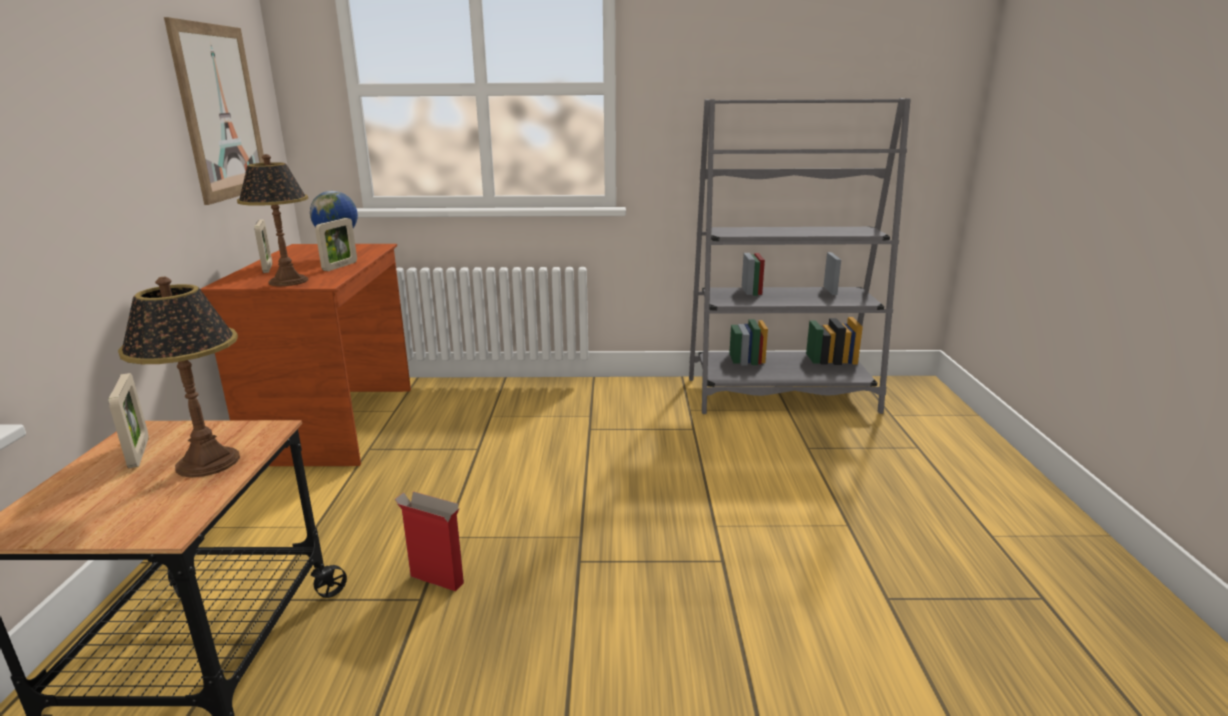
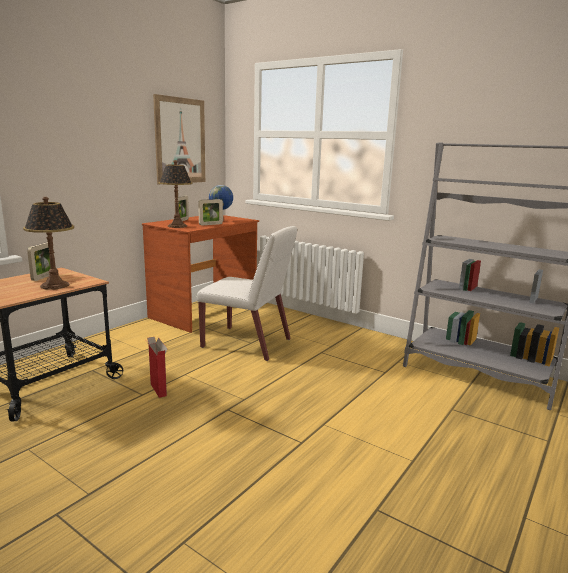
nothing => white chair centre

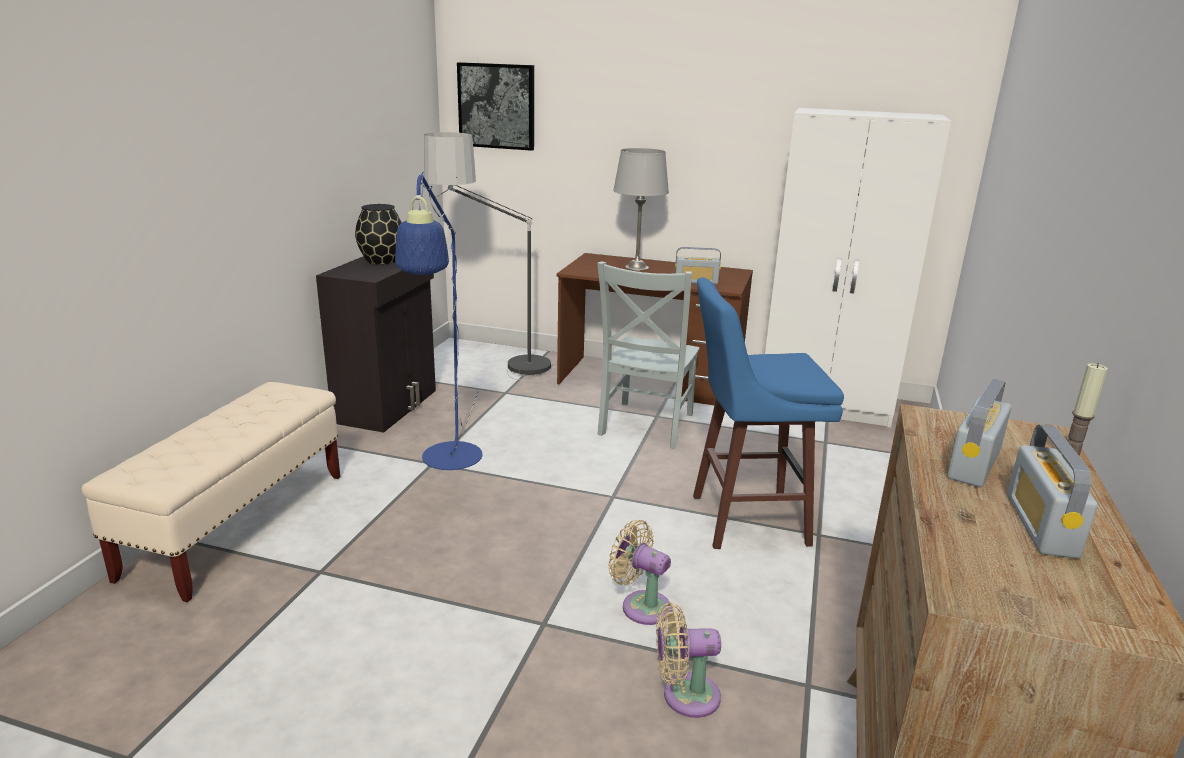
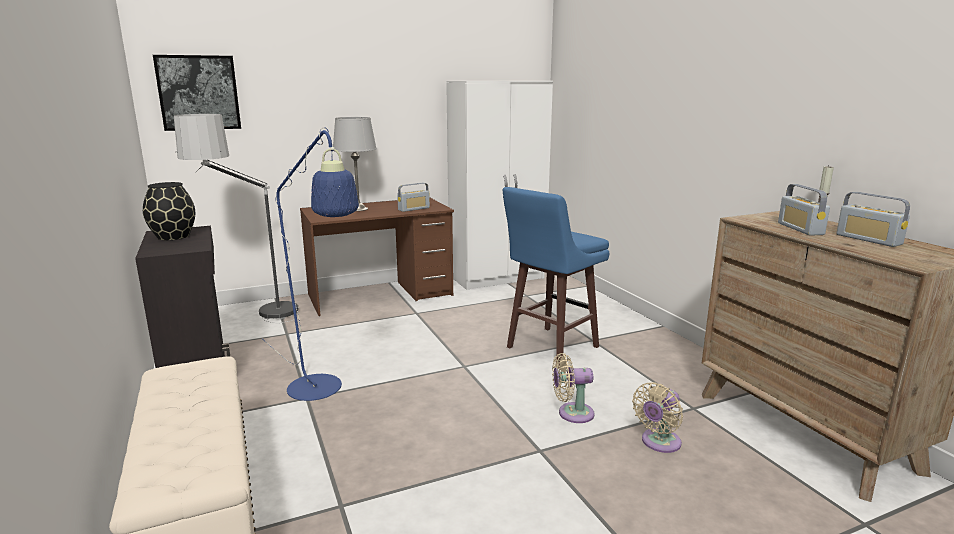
grey chair centre => nothing

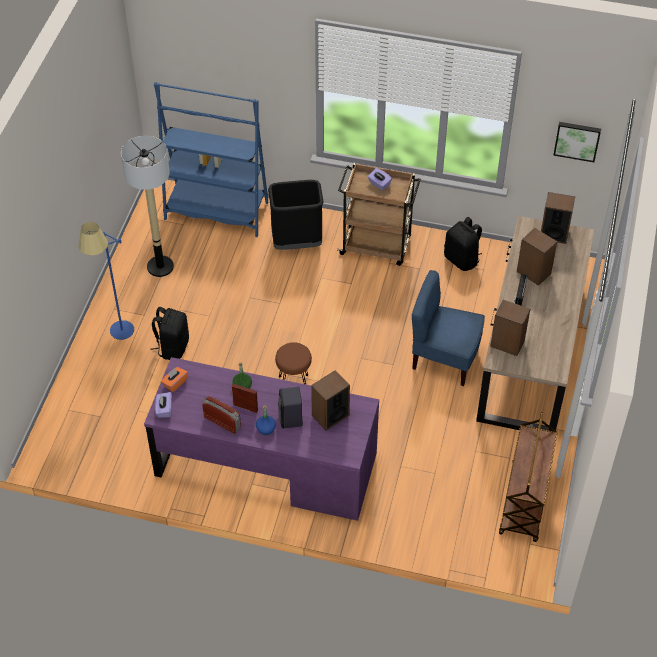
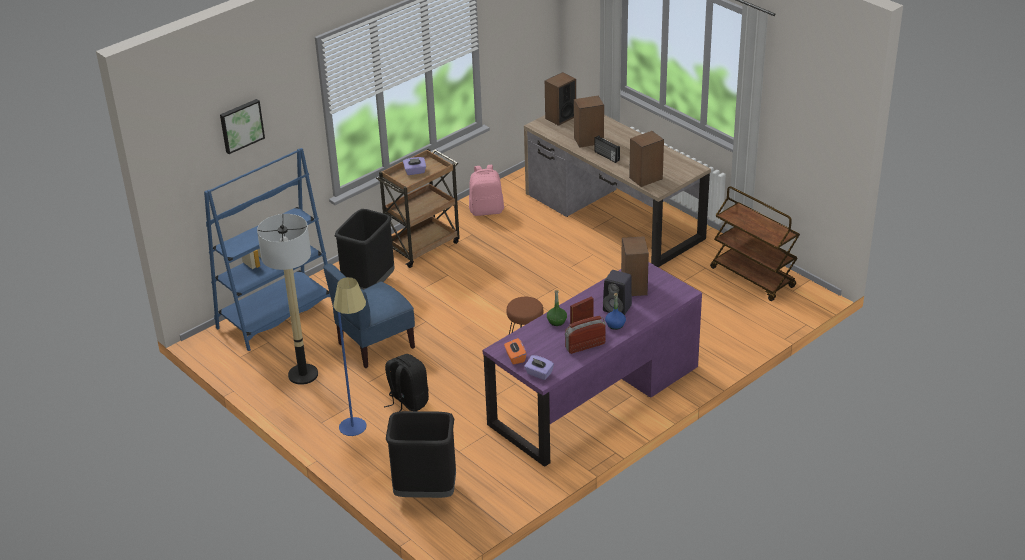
picture top right => picture top left, shifted
blue chair middle right => blue chair centre, shifted
nothing => black trash can (no. 2 from left) bottom centre
black backpack (no. 2 from left) middle right => pink backpack centre

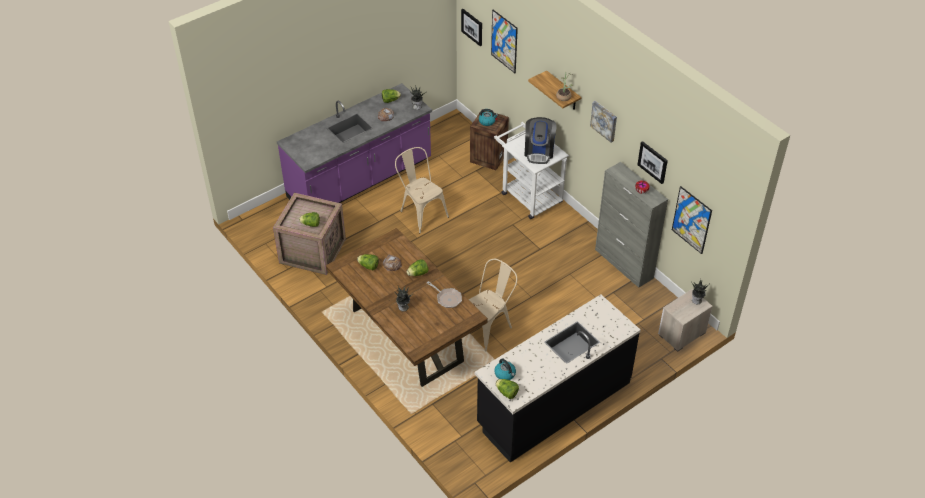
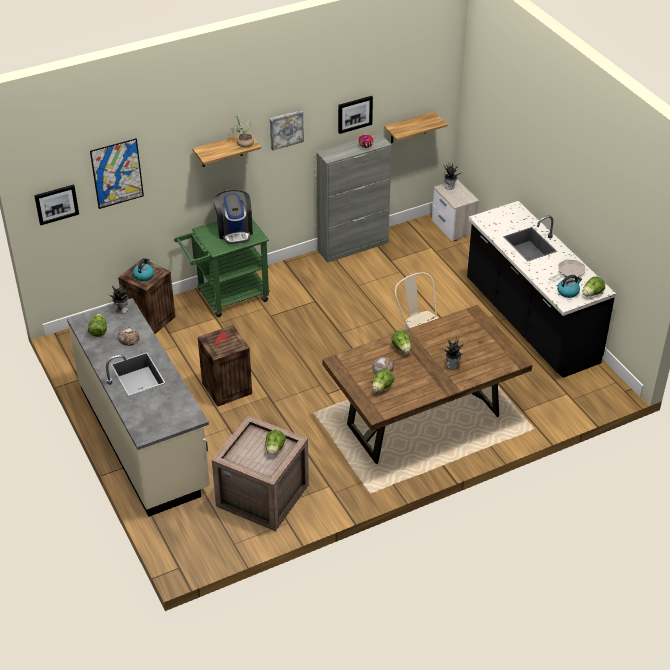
purple counter top centre => beige counter middle left
white cart centre => green cart middle left
beige chair (no. 1 from left) centre => crate (no. 2 from left) centre
coffee machine top centre, 60 degrees clockwise
picture (no. 5 from left) middle right => shelf (no. 2 from left) top centre
frying pan centre => frying pan middle right, shifted

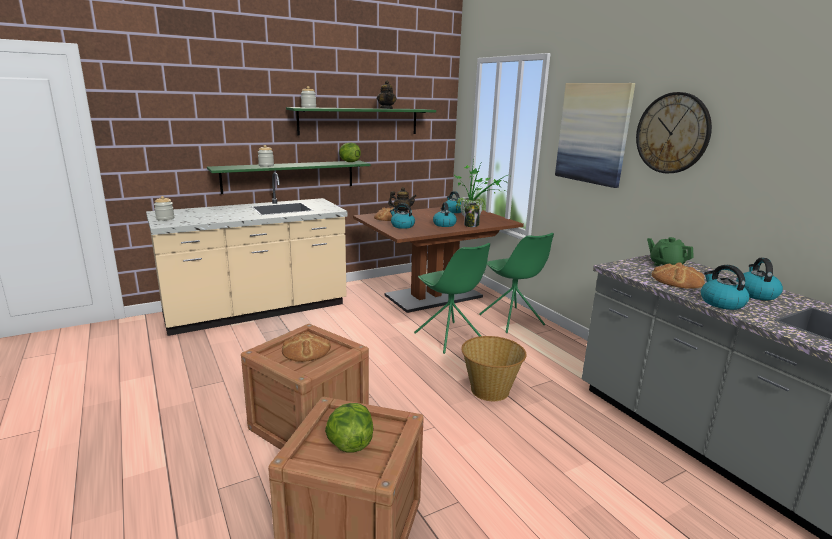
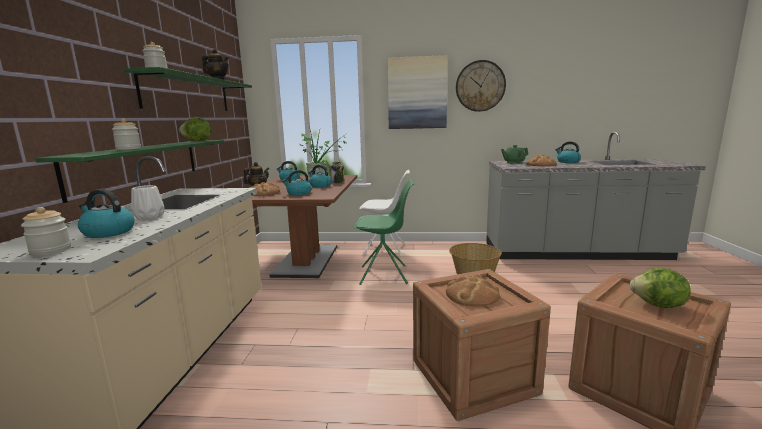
kettle (no. 4 from left in the first image) middle right => kettle (no. 1 from left) middle left, shifted
nothing => white vase middle left
green chair (no. 2 from left) centre => white chair centre

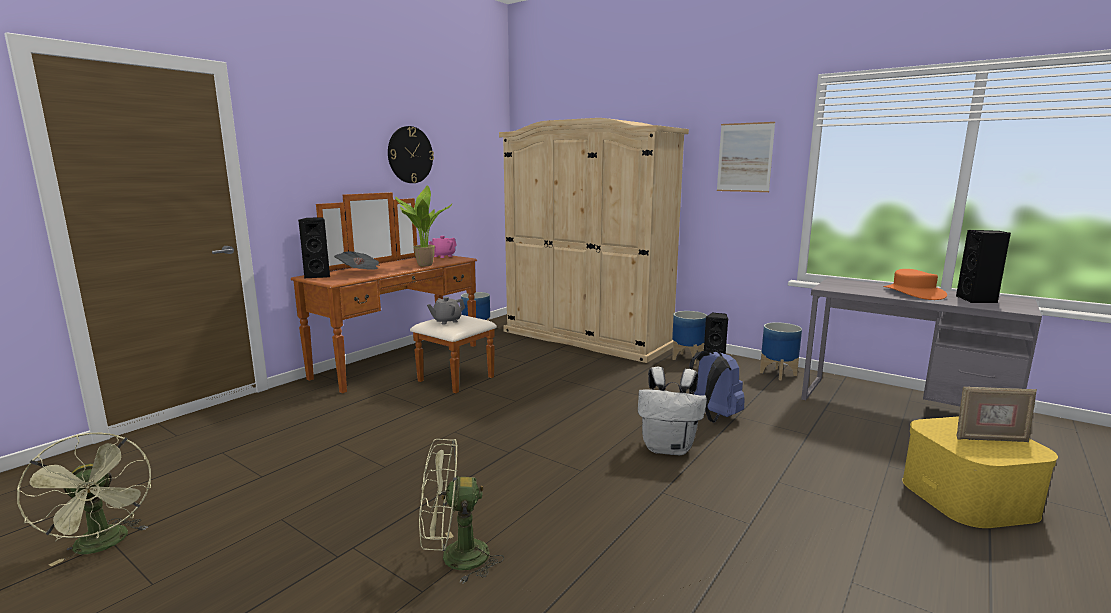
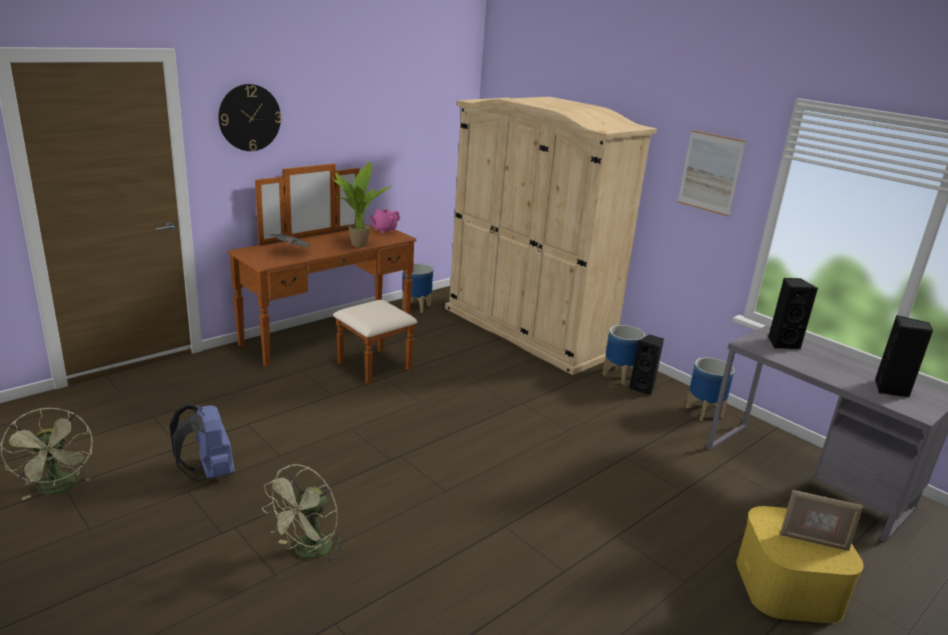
blue backpack centre => blue backpack bottom left, shifted
wall clock top centre => wall clock top left, shifted
green fan (no. 2 from left) bottom centre => green fan (no. 2 from left) bottom left, 60 degrees counterclockwise
black speaker (no. 1 from left in the first image) middle left => black speaker (no. 2 from left) middle right, shifted
grey teapot centre => nothing
white backpack bottom centre => nothing
orange hat middle right => nothing

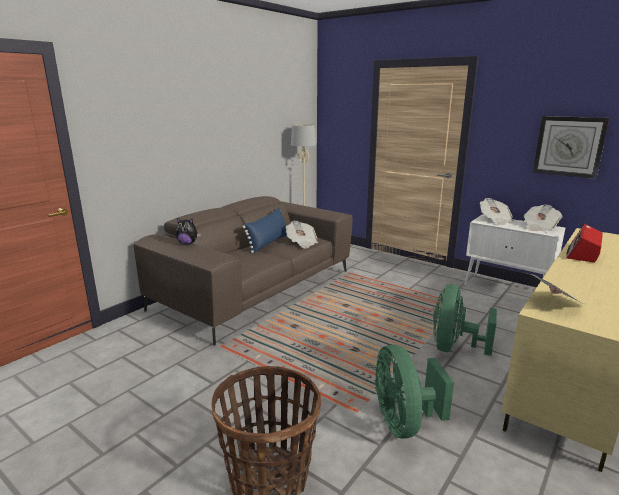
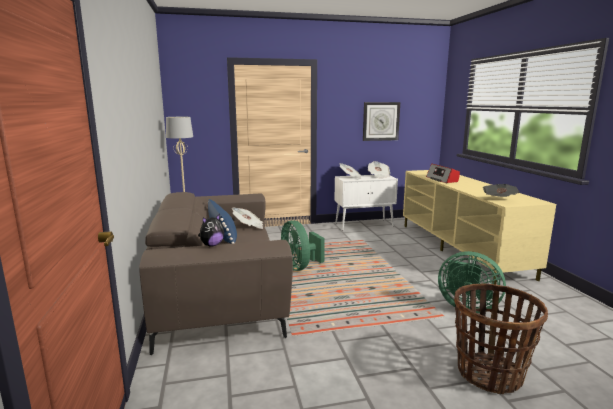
green fan (no. 2 from left in the first image) middle right => green fan (no. 1 from left) centre, shifted

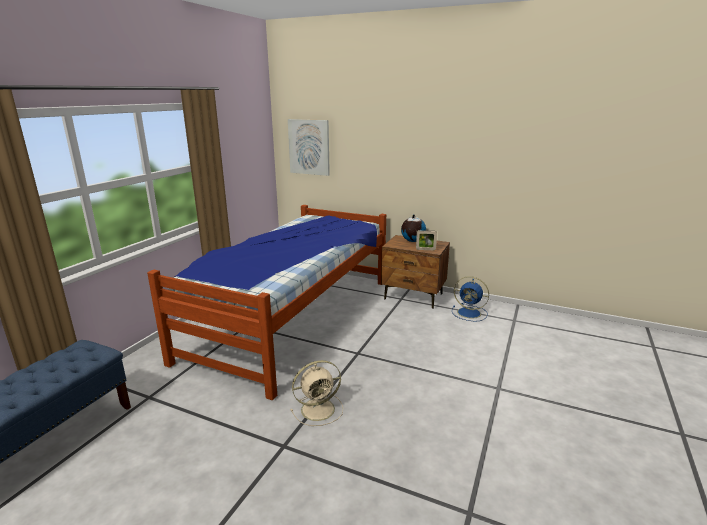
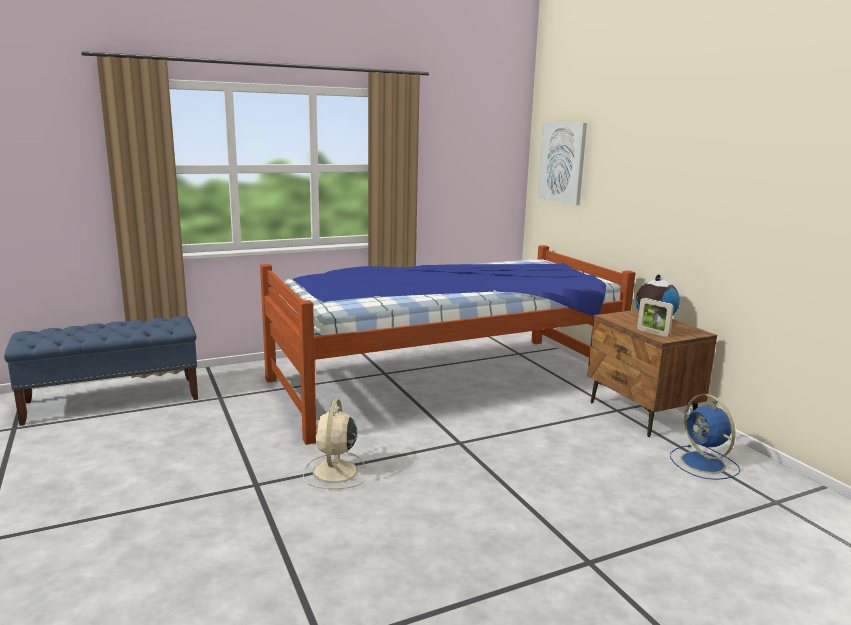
beige fan bottom centre, 75 degrees clockwise

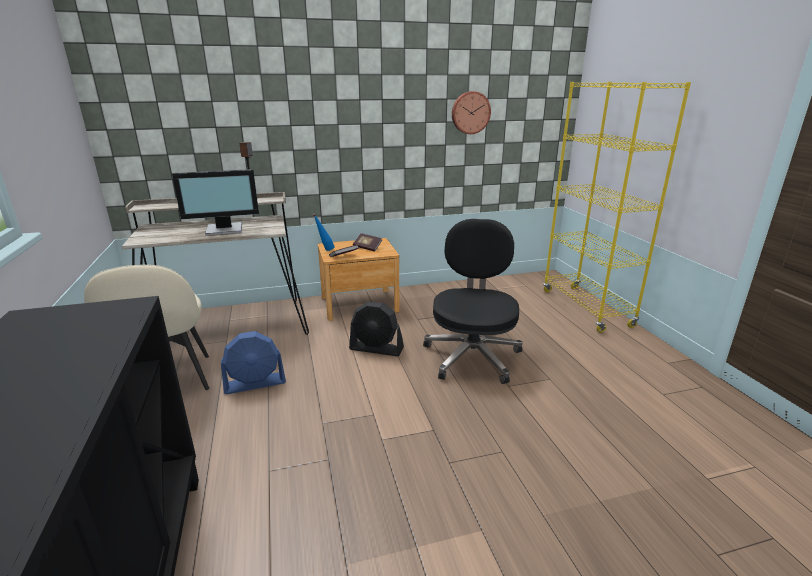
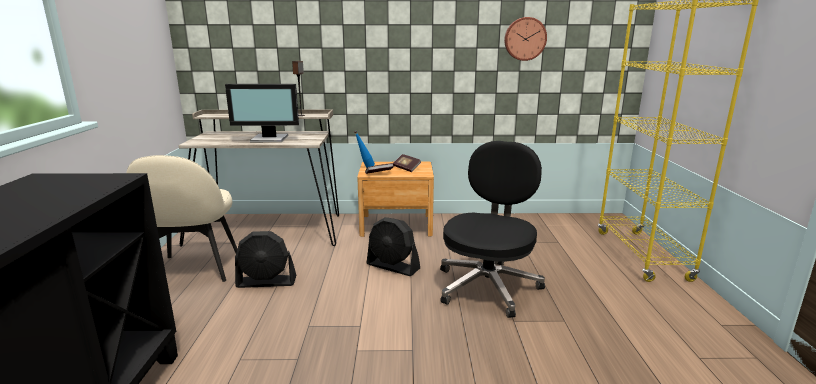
blue fan middle left => black fan (no. 1 from left) bottom left

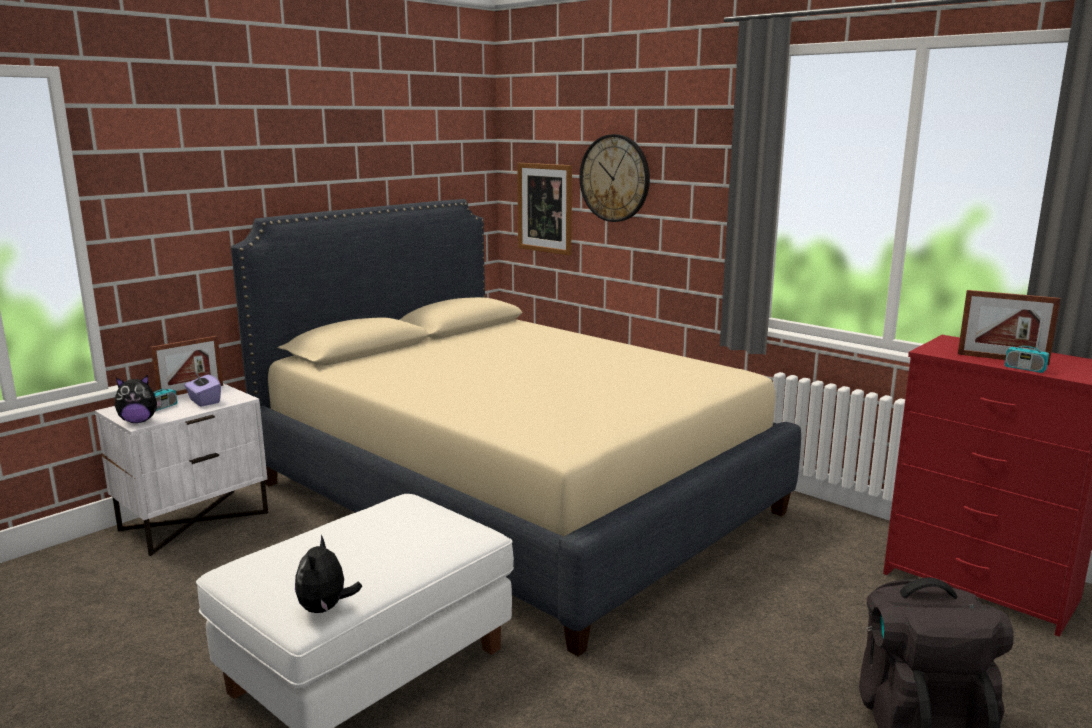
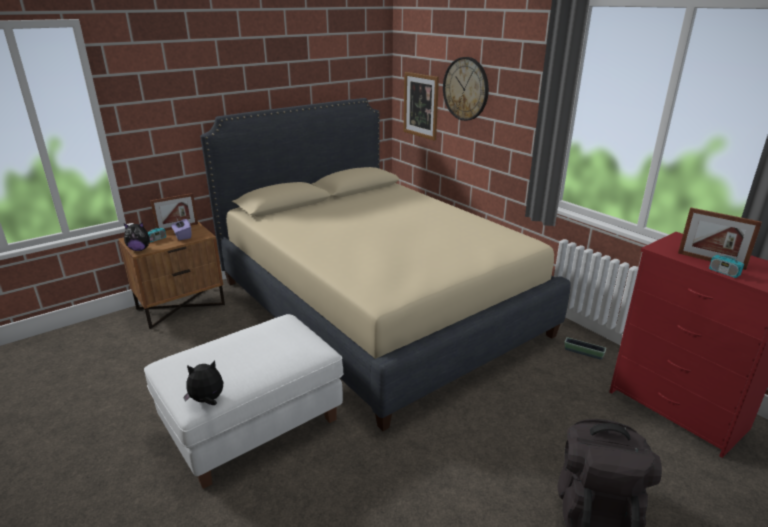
white nightstand middle left => brown nightstand middle left
plush toy (no. 2 from left) bottom left, 60 degrees clockwise
nothing => planter middle right

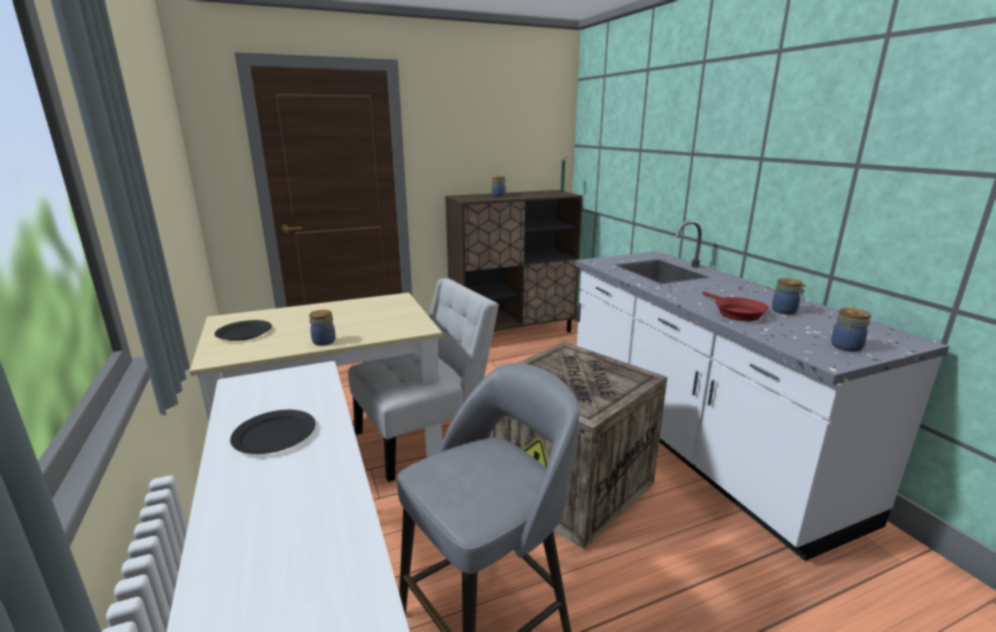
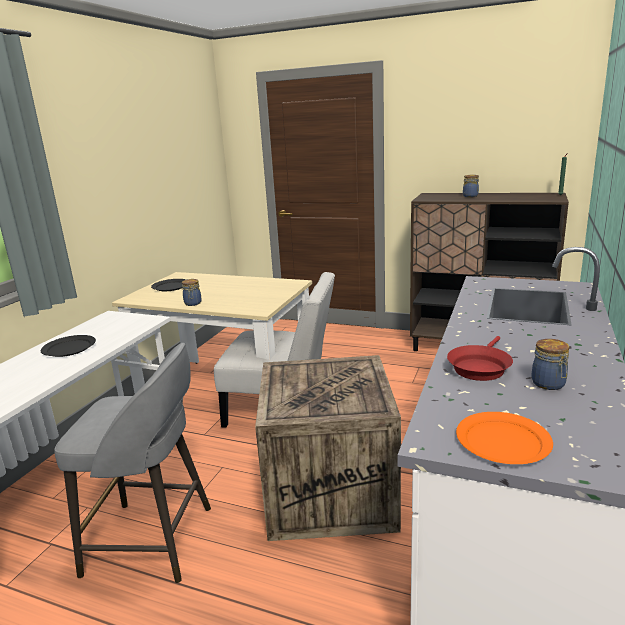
jar (no. 4 from left) middle right => orange plate bottom right

